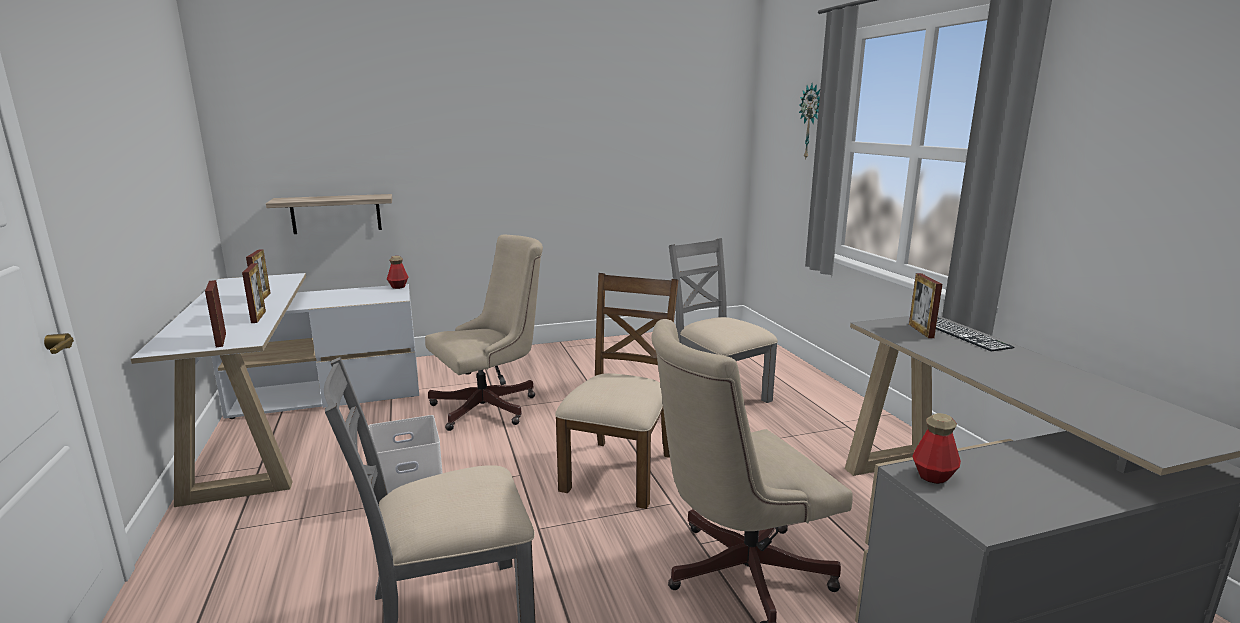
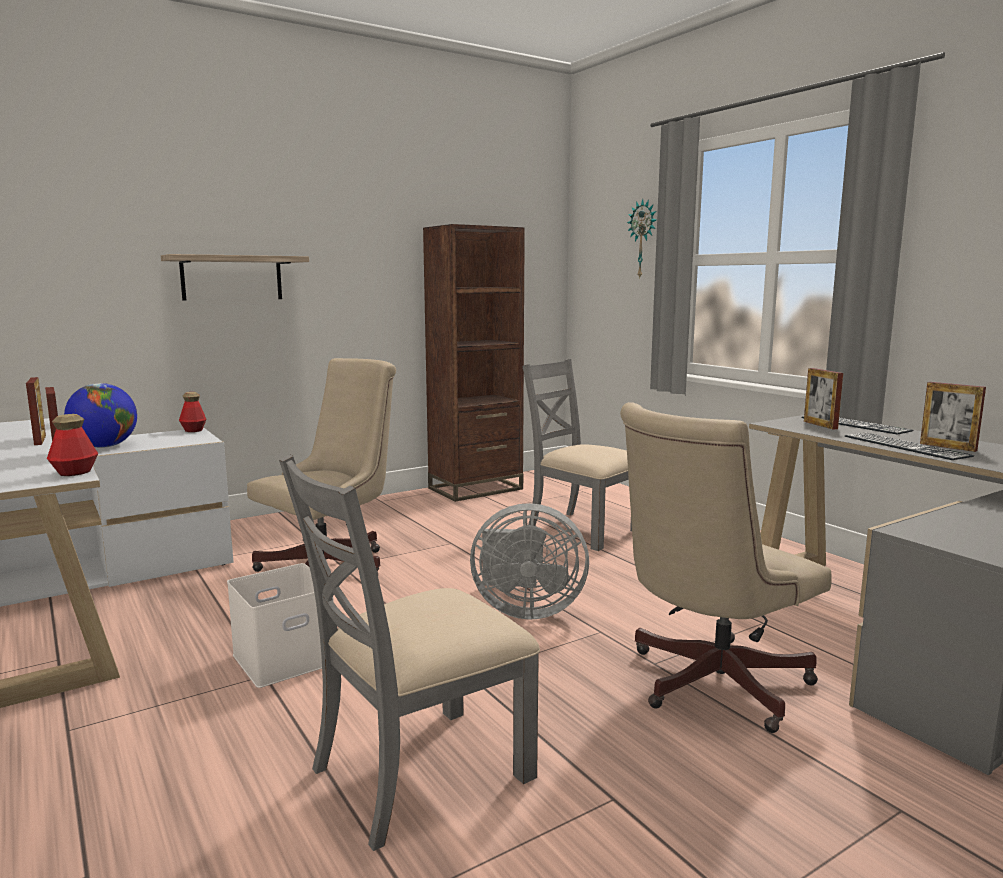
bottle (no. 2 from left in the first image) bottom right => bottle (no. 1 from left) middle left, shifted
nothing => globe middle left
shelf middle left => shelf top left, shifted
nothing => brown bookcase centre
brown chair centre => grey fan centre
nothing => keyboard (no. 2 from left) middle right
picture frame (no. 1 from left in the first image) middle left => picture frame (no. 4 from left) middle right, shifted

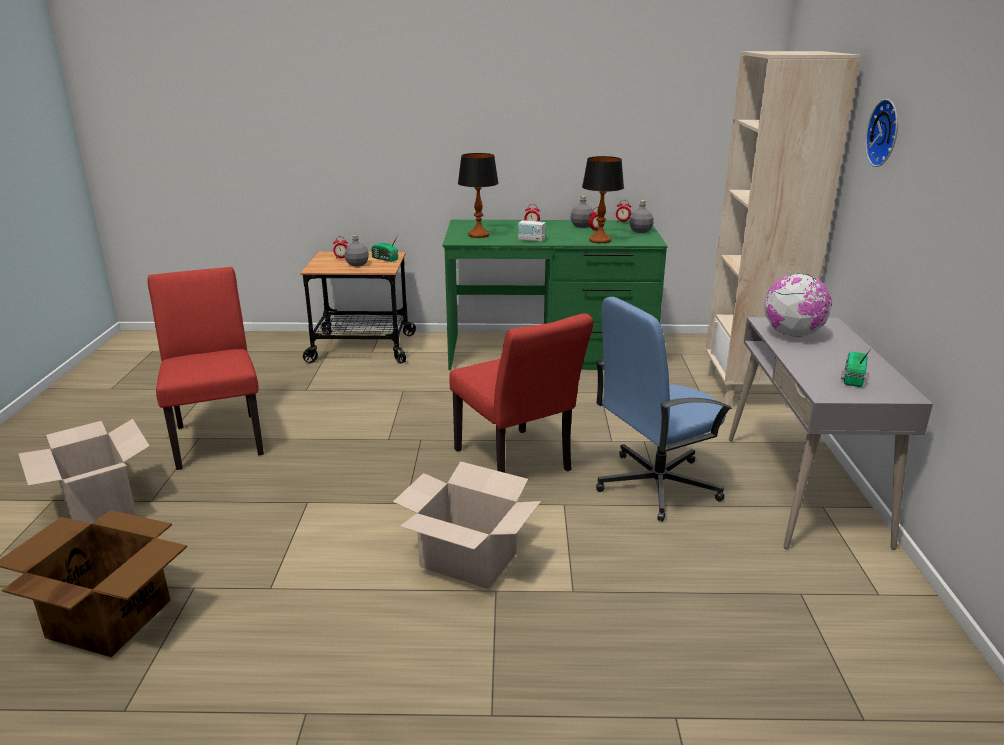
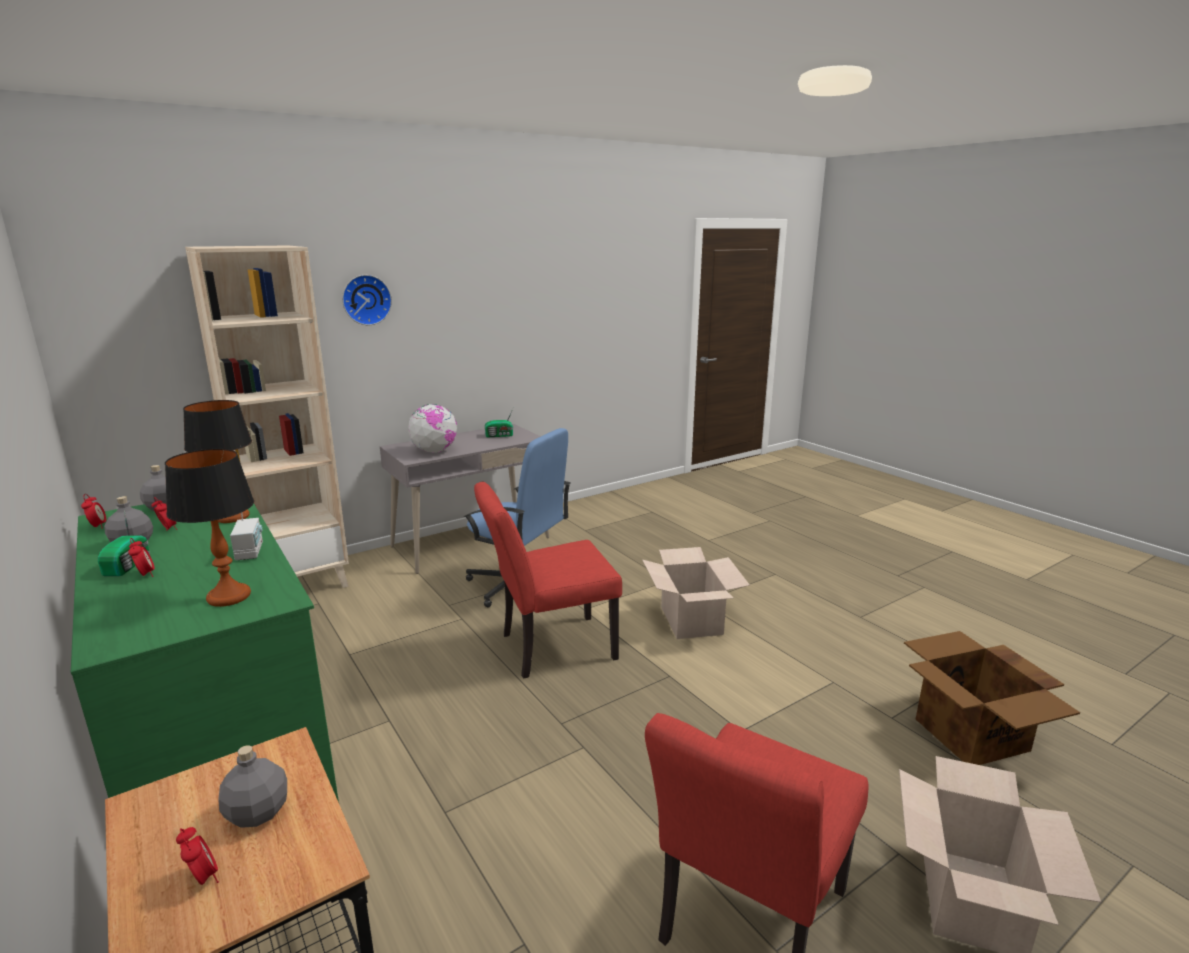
radio (no. 1 from left) top centre => radio (no. 1 from left) middle left, shifted
red chair (no. 2 from left in the first image) centre => red chair (no. 1 from left) centre, 135 degrees counterclockwise

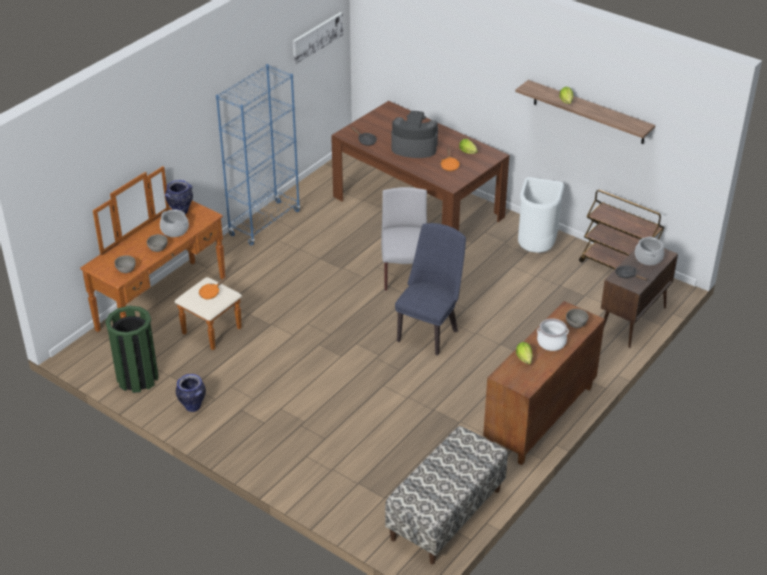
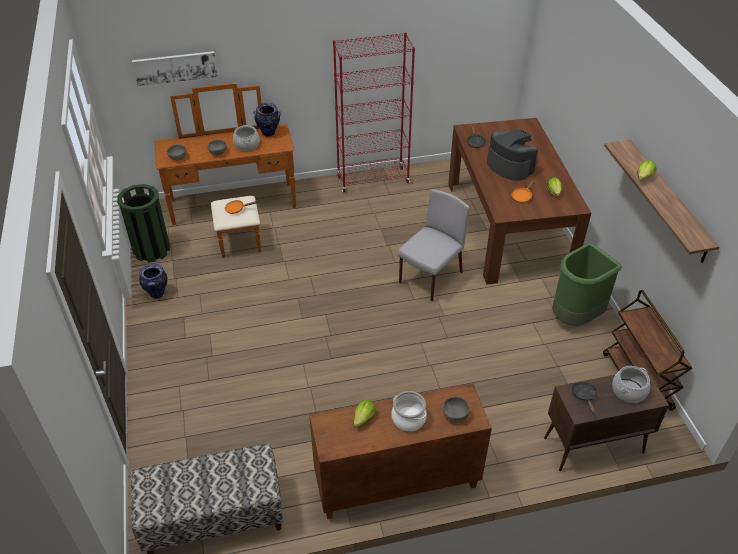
picture top centre => picture top left, shifted
blue bookcase top centre => red bookcase top centre
white trash can middle right => green trash can (no. 2 from left) middle right
blue chair centre => nothing

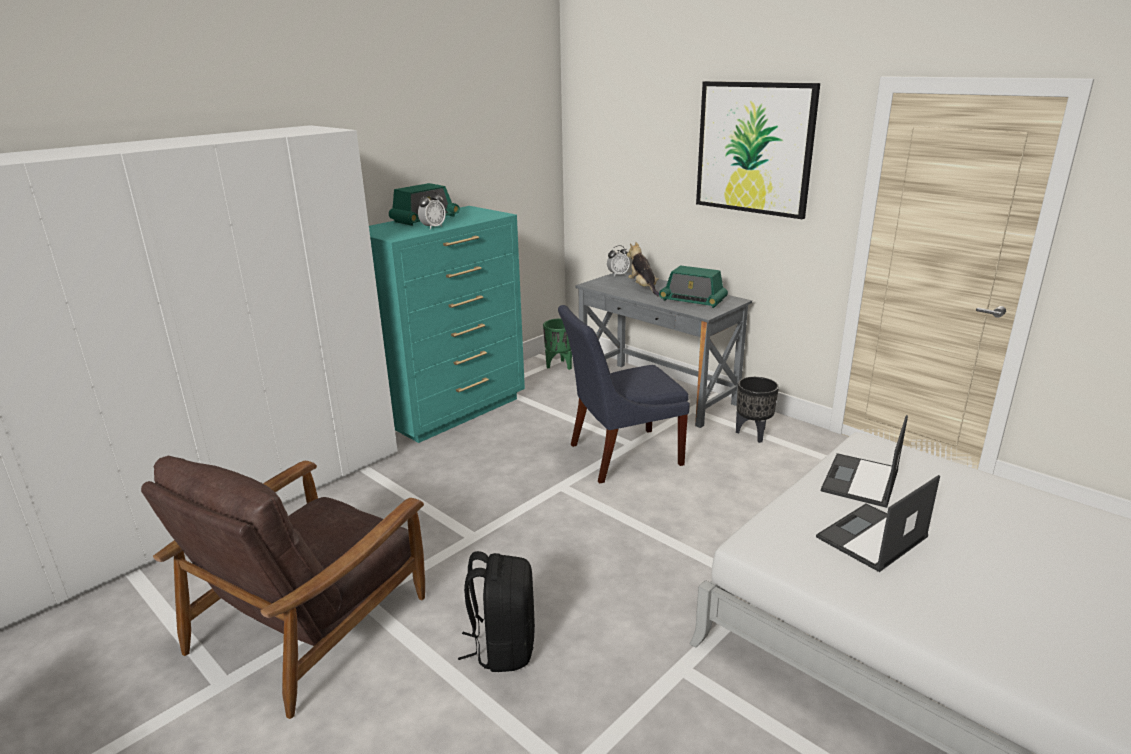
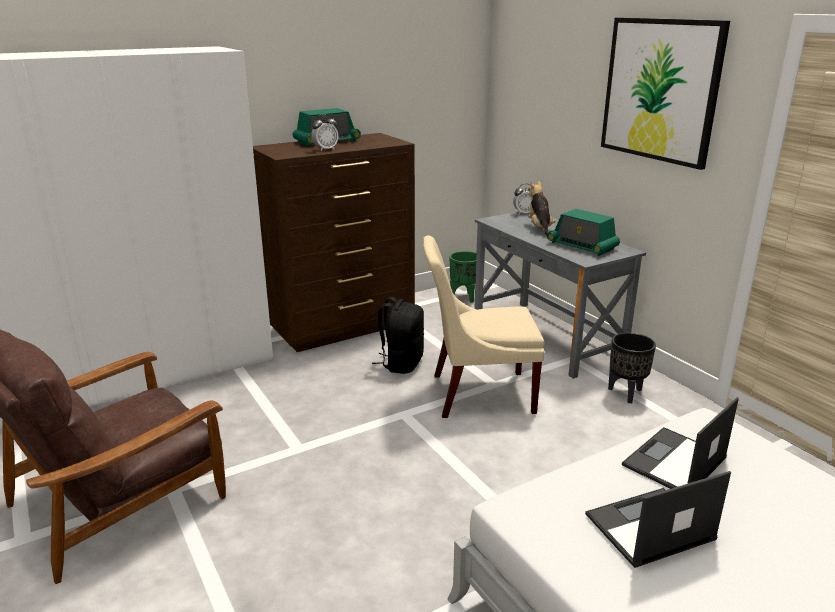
turquoise dresser centre => brown dresser centre
black backpack bottom centre => black backpack centre, shifted
blue chair centre => beige chair centre

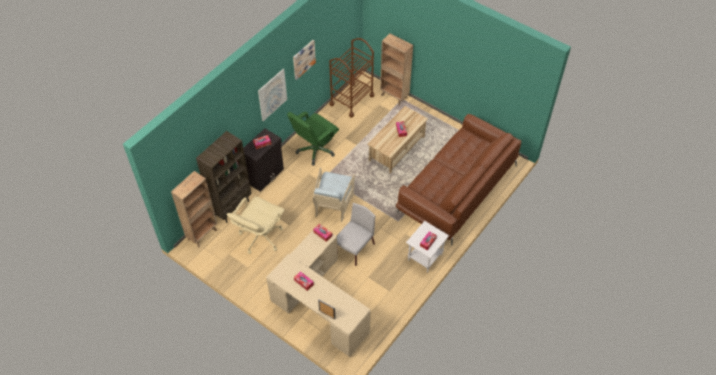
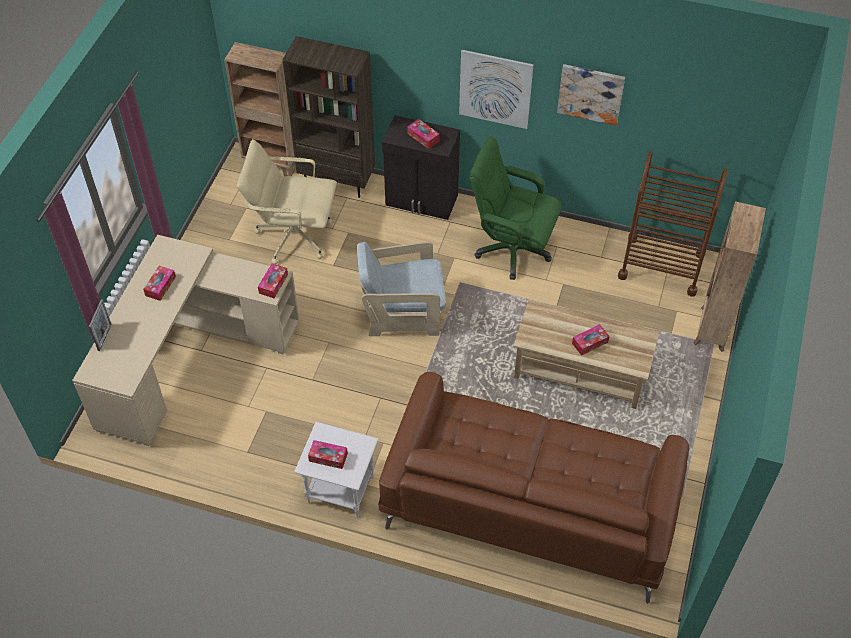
grey chair centre => nothing

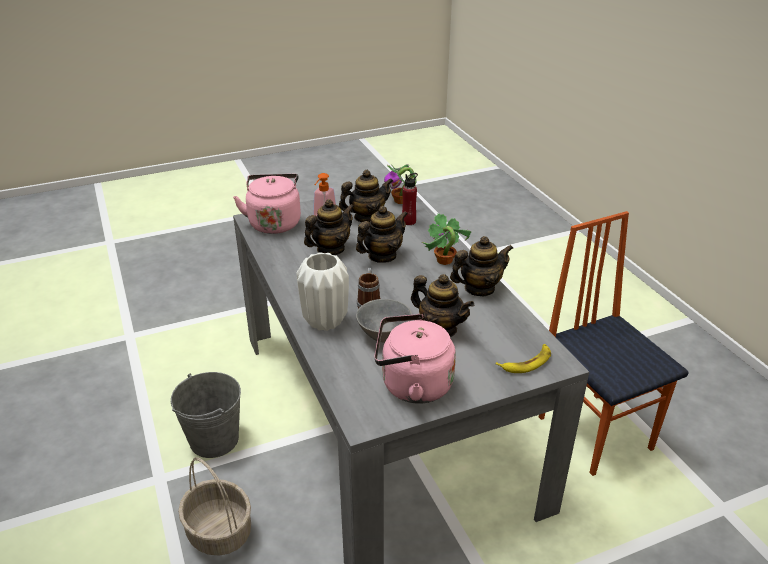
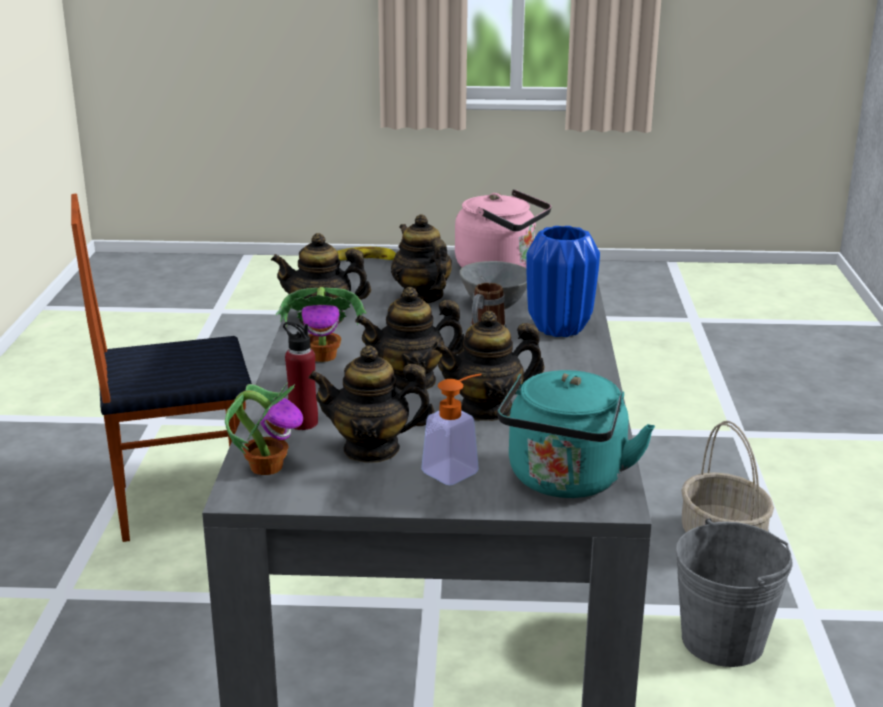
chair middle right => chair middle left, 75 degrees clockwise
pink kettle (no. 1 from left) centre => turquoise kettle centre
white vase centre => blue vase centre

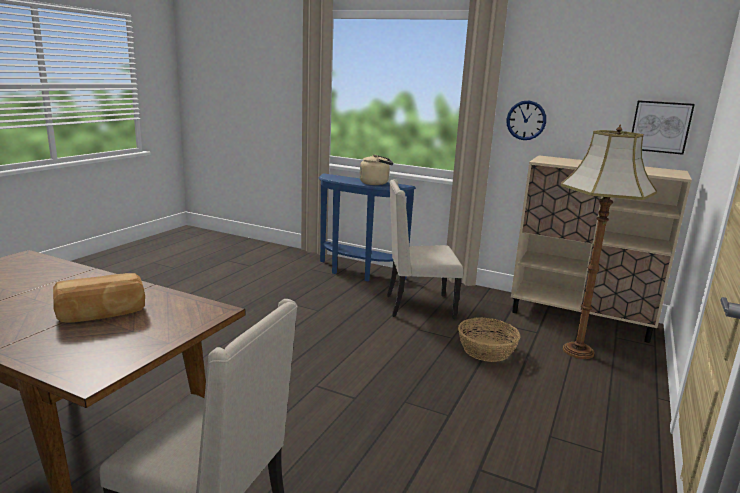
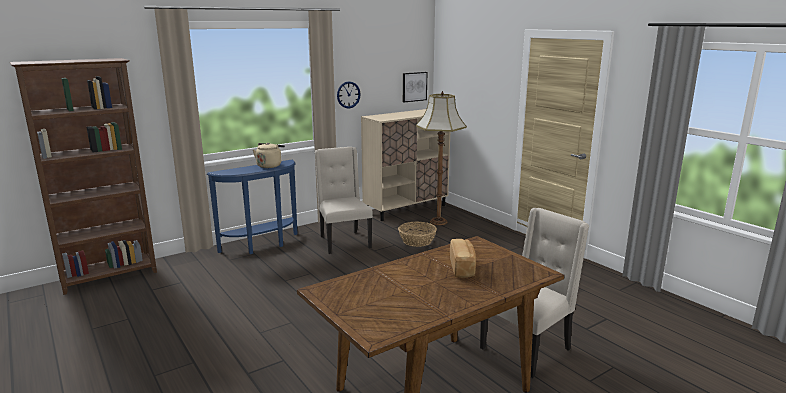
nothing => brown bookcase middle left
beige chair (no. 2 from left in the first image) centre => beige chair (no. 1 from left) centre, 135 degrees clockwise

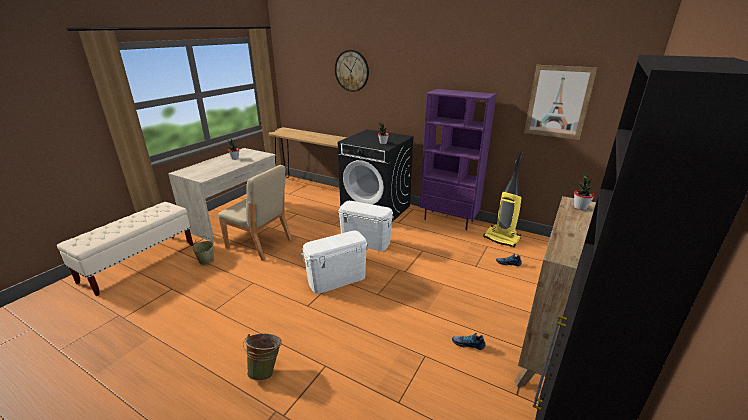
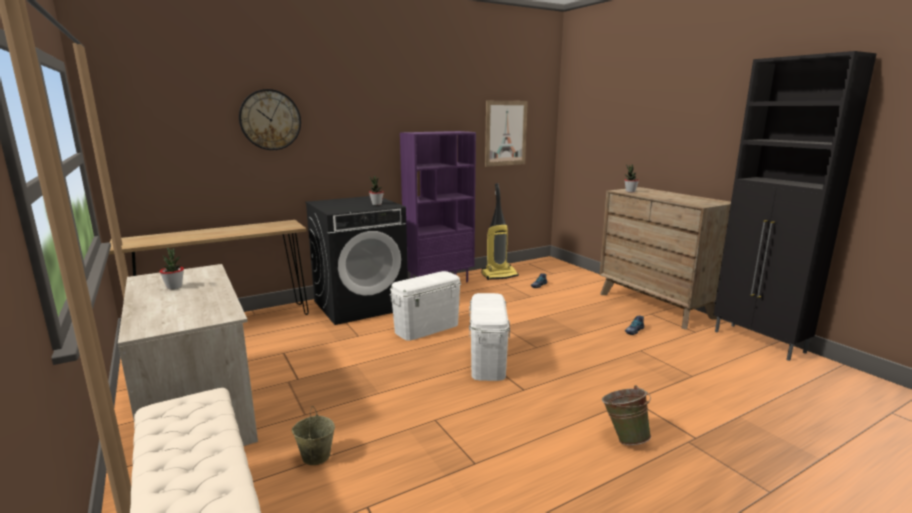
beige chair centre => nothing

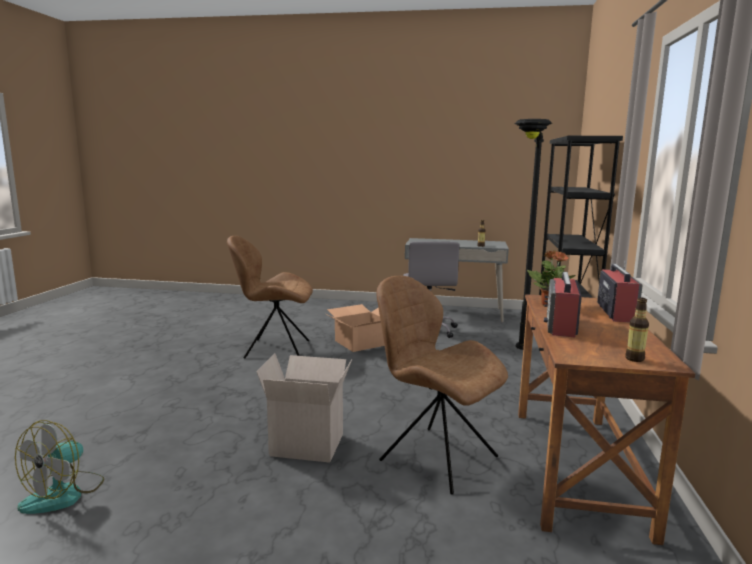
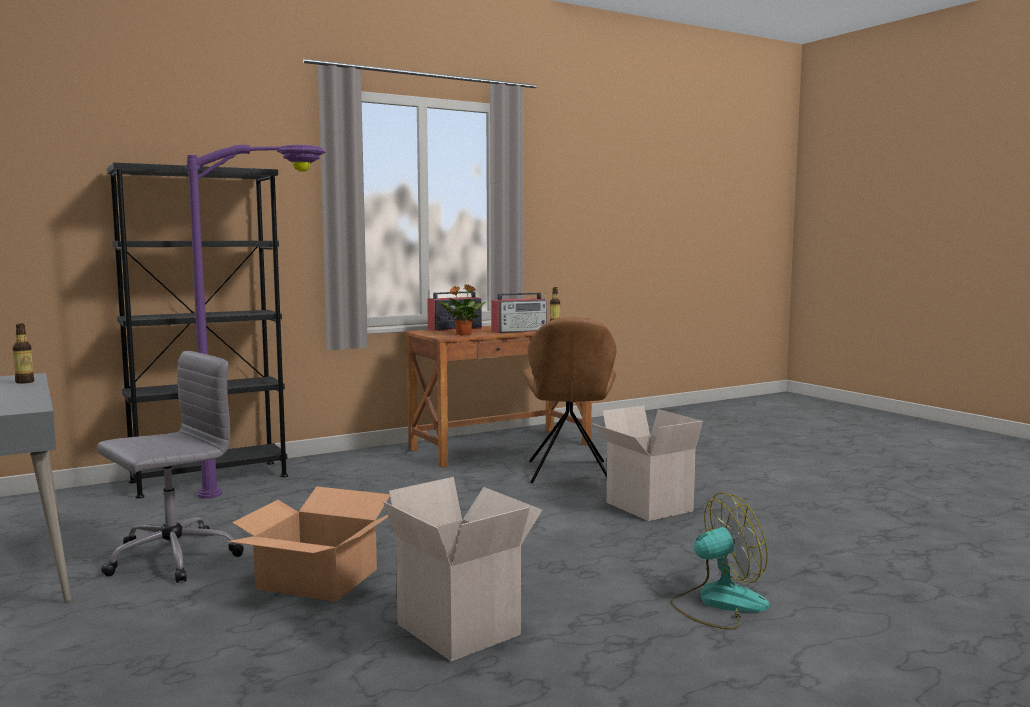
black floor lamp middle right => purple floor lamp middle left
brown chair (no. 1 from left) centre => cardboard box (no. 2 from left) bottom centre
fan bottom left => fan bottom right, shifted

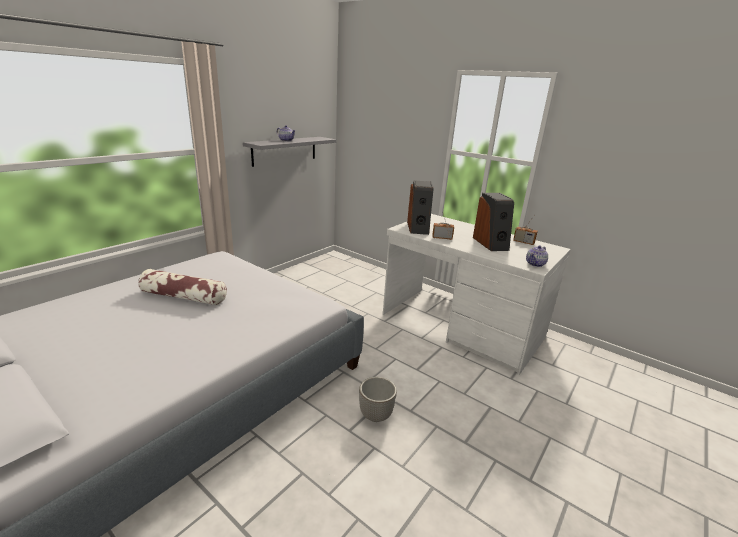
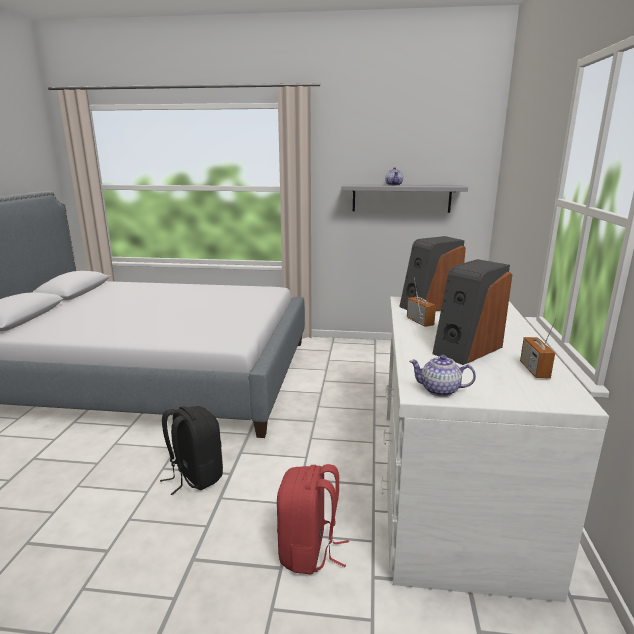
planter bottom centre => black backpack bottom left
nothing => red backpack bottom centre
pillow middle left => nothing

